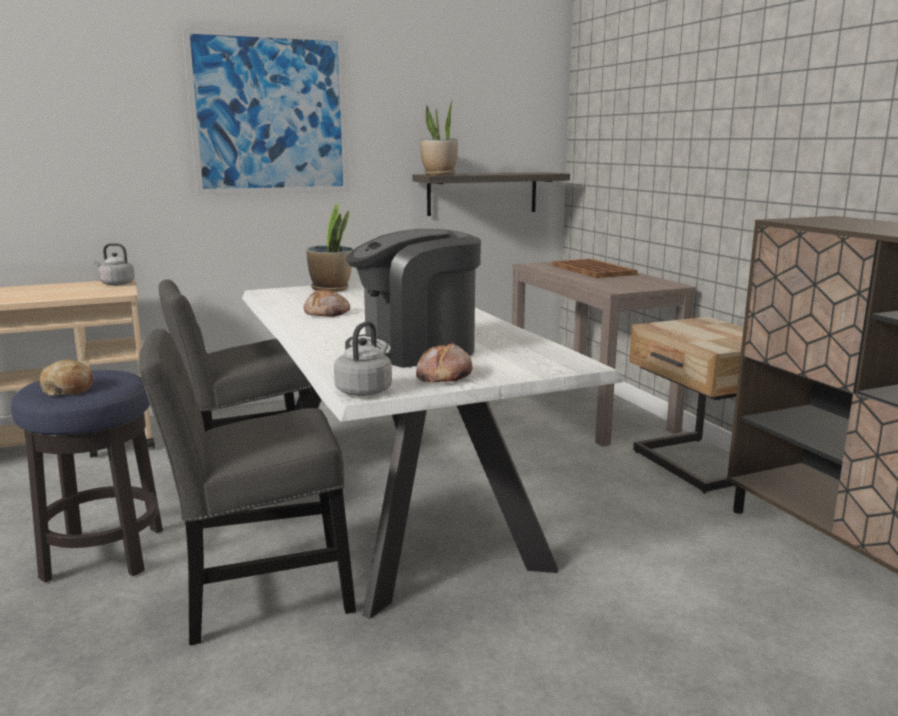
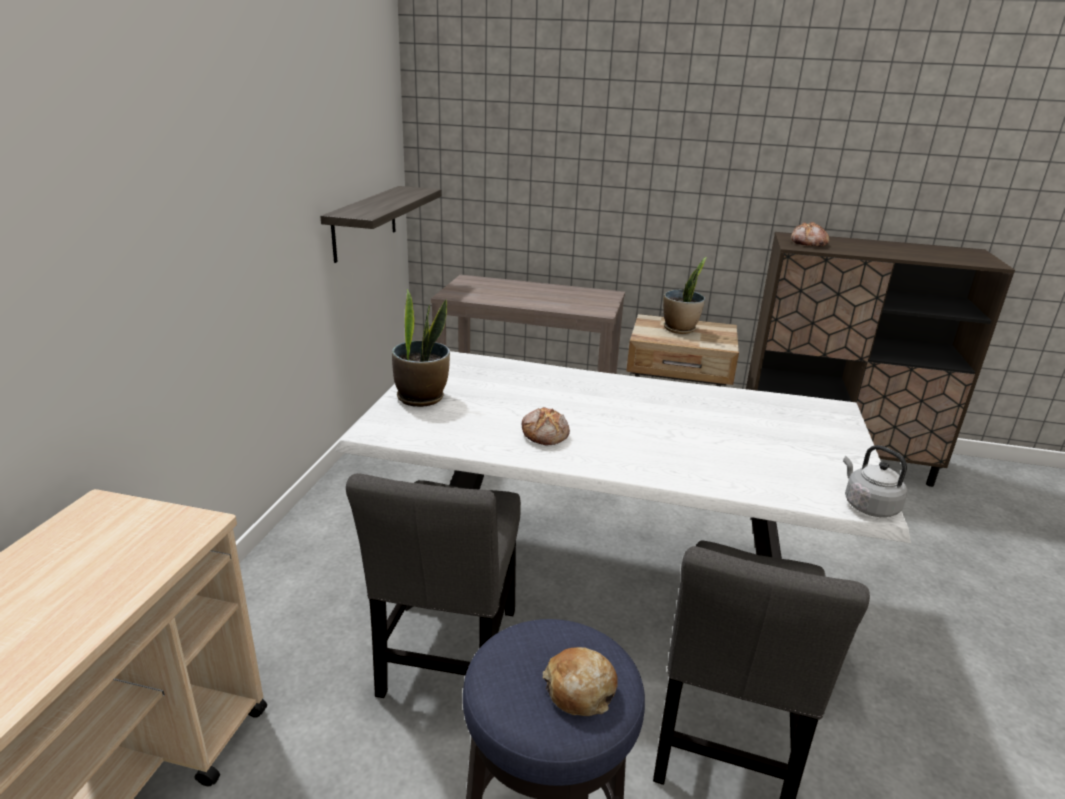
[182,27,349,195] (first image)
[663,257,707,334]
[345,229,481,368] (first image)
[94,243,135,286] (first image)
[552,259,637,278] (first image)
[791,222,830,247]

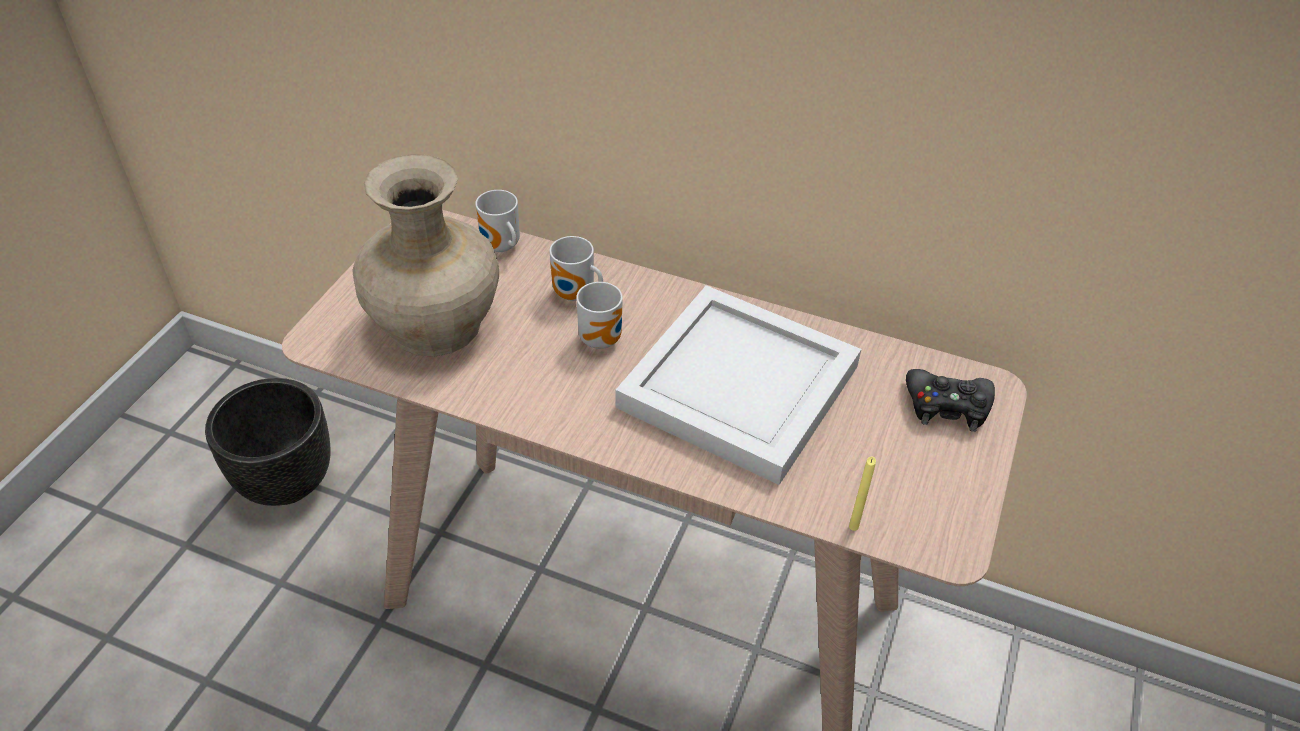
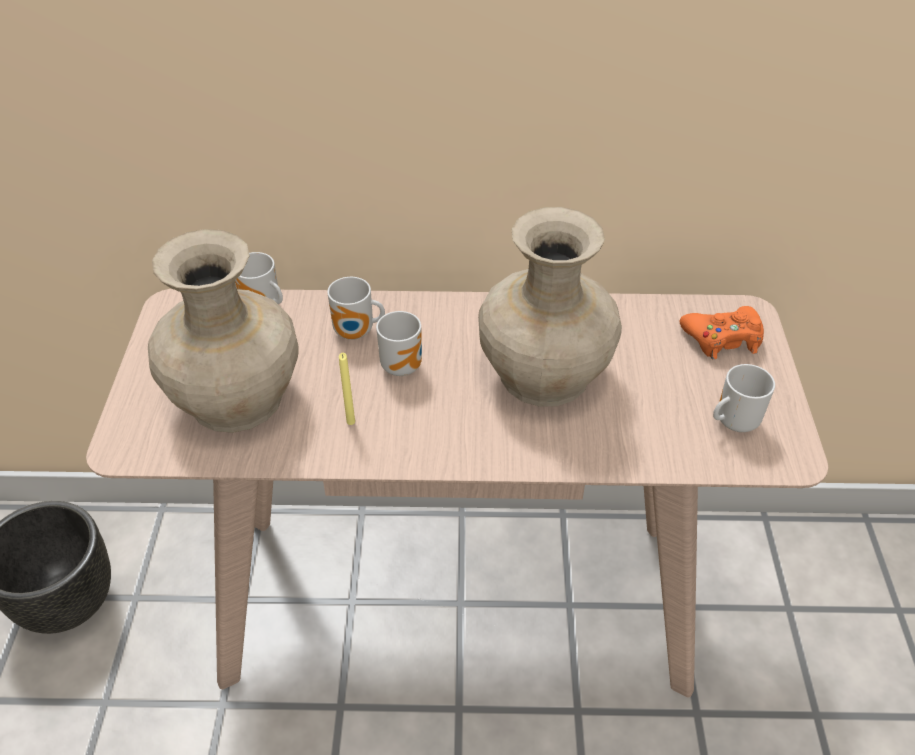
[478,207,622,407]
[680,306,764,359]
[339,353,355,425]
[713,364,775,432]

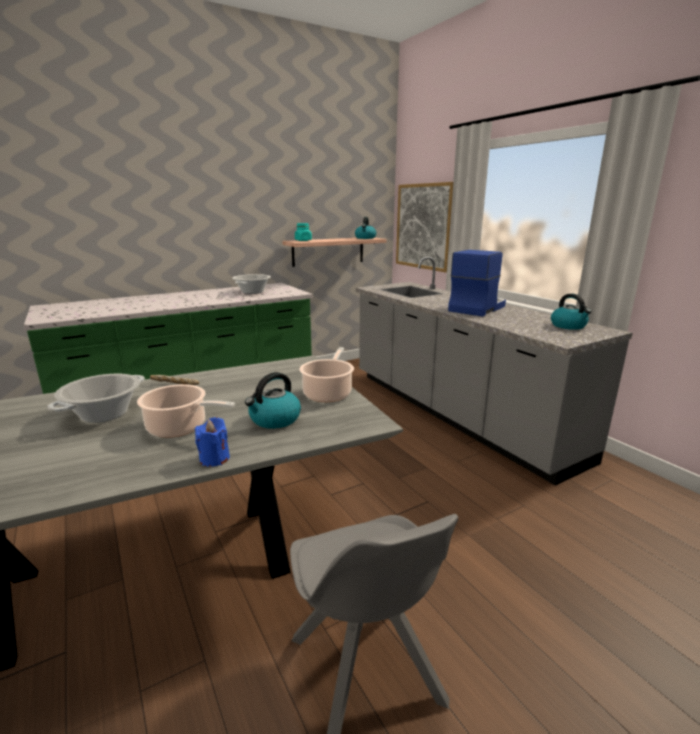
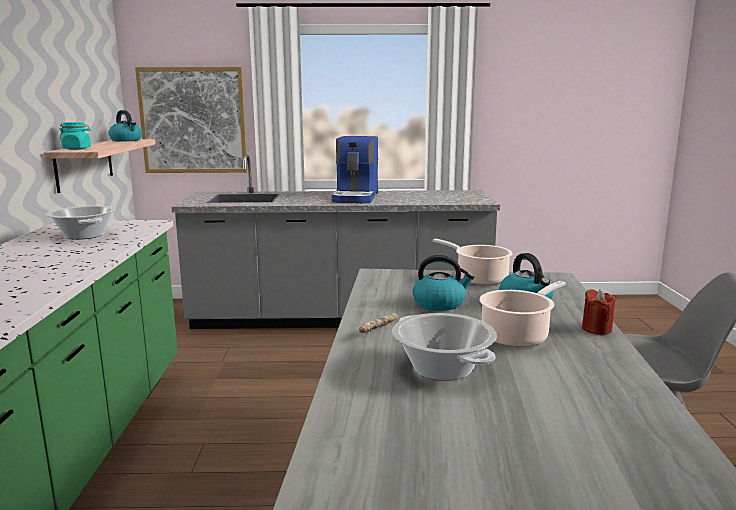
[332,136,379,204]
[413,255,474,311]
[582,289,615,335]

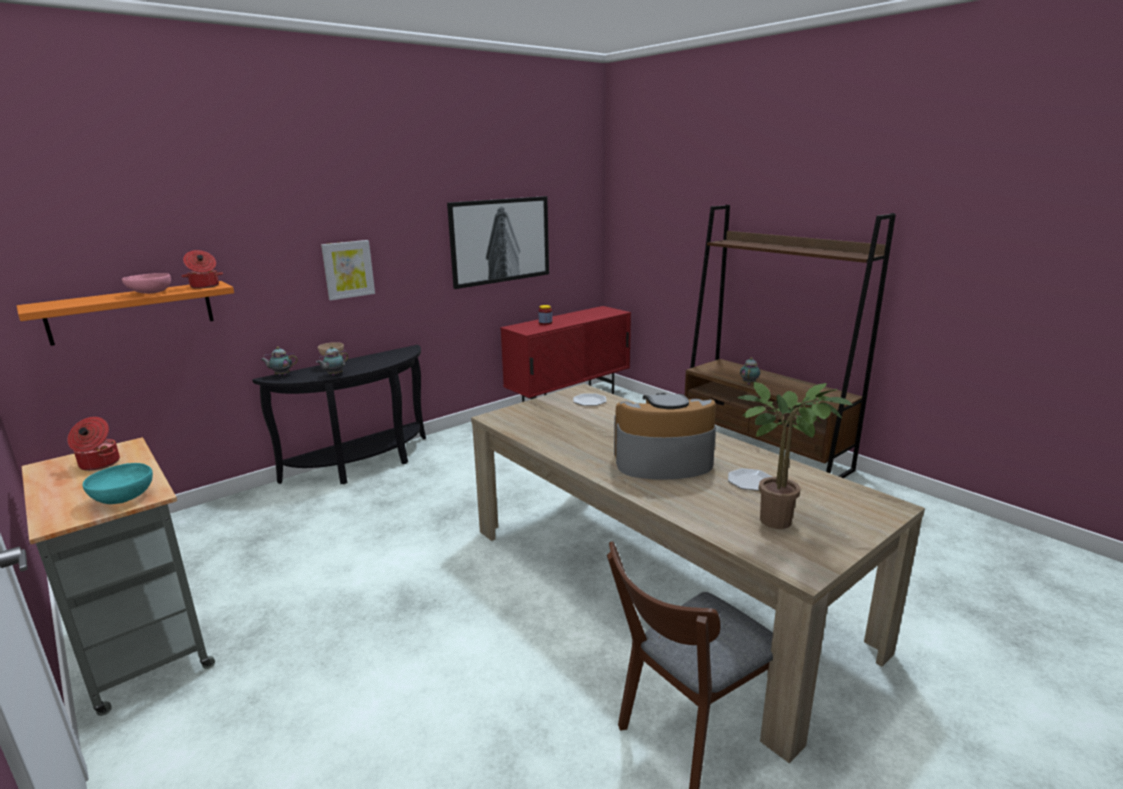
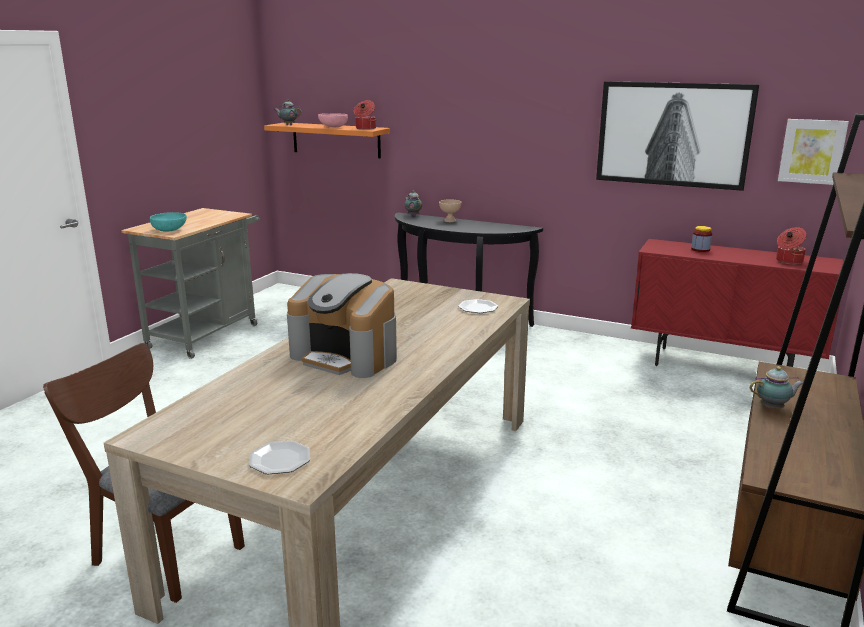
[778,119,849,185]
[274,99,302,125]
[737,382,853,529] (first image)
[287,273,397,378]
[776,227,807,264]
[249,441,310,474]

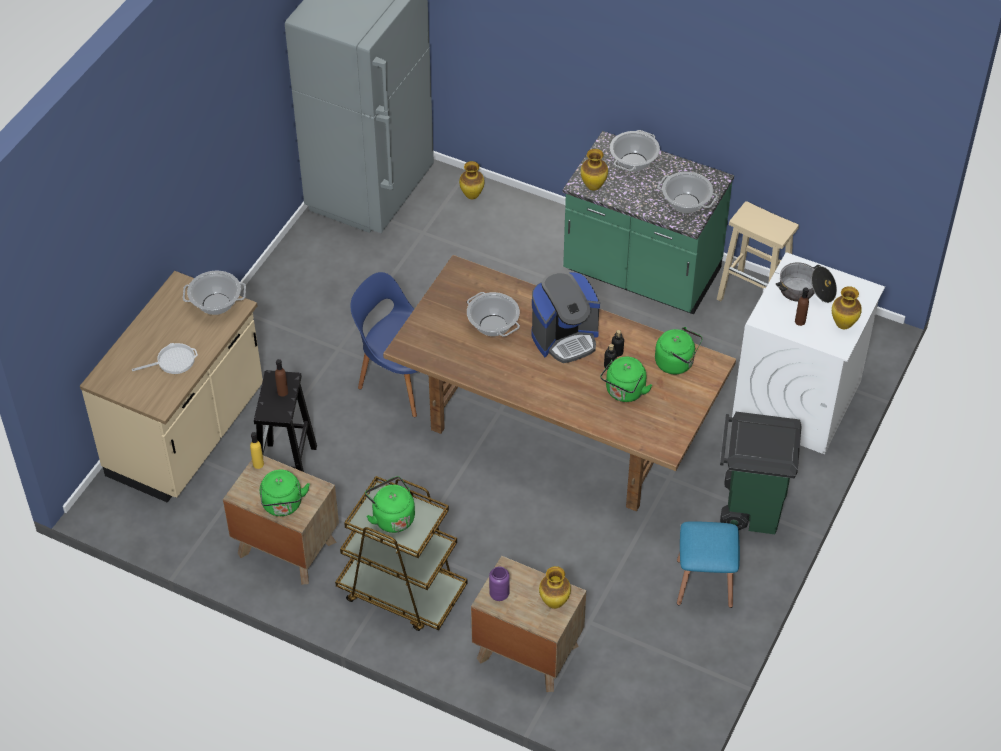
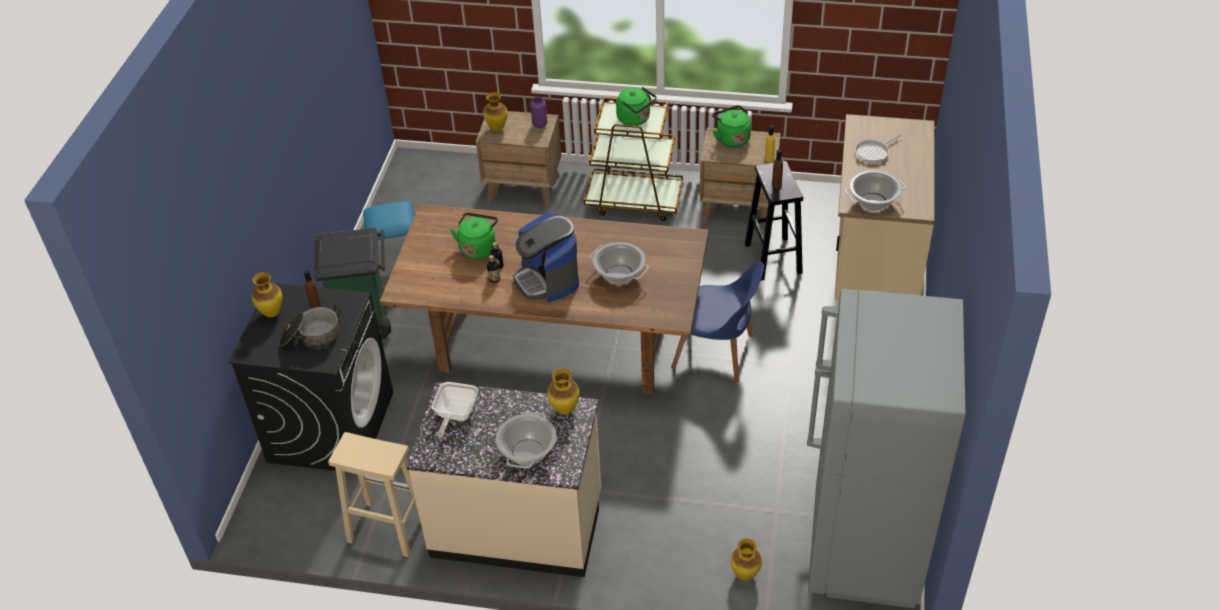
[406,382,601,577]
[432,382,478,439]
[228,283,393,472]
[513,213,579,303]
[655,327,702,374] (first image)

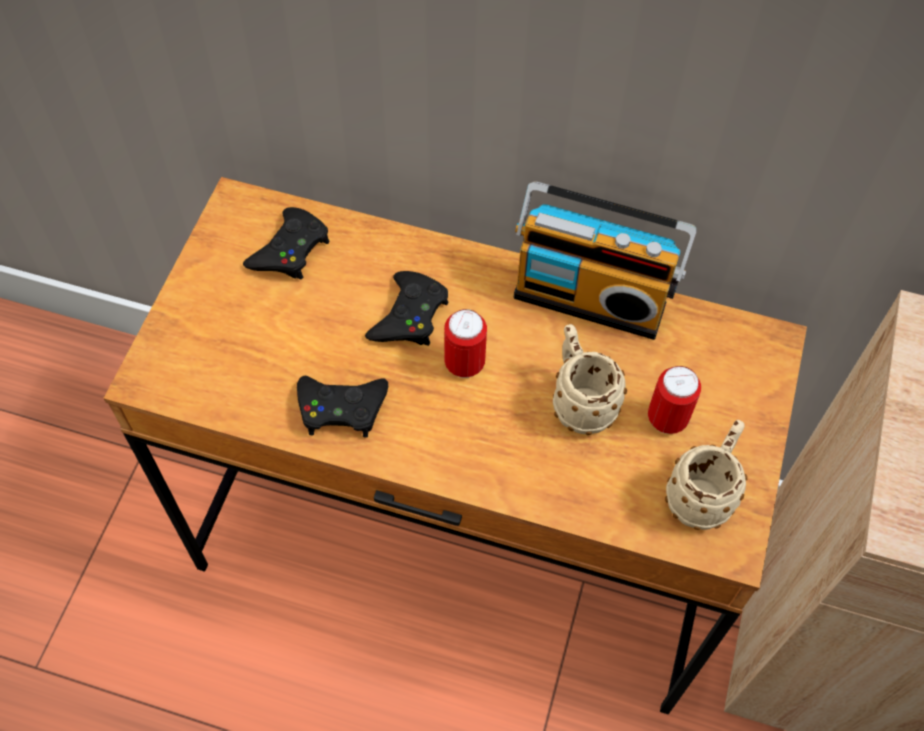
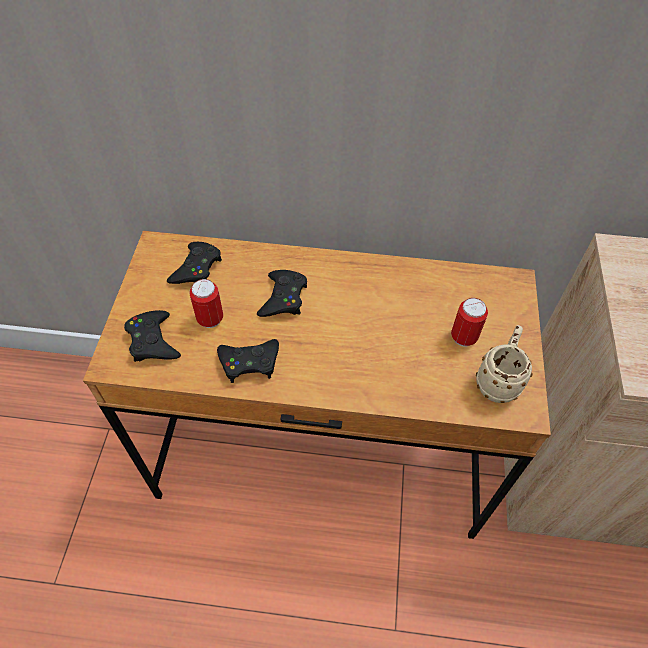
[514,181,697,340] (first image)
[189,279,223,328]
[553,324,627,435] (first image)
[124,310,181,362]

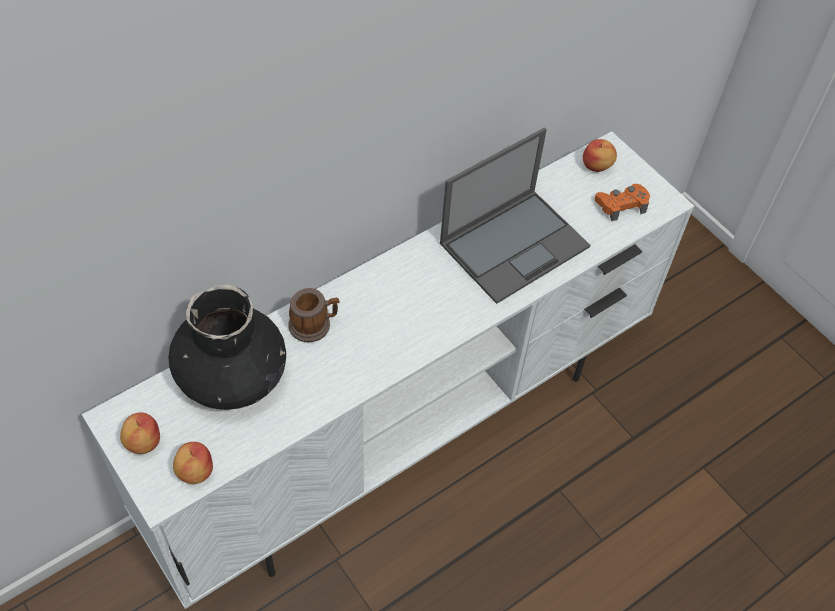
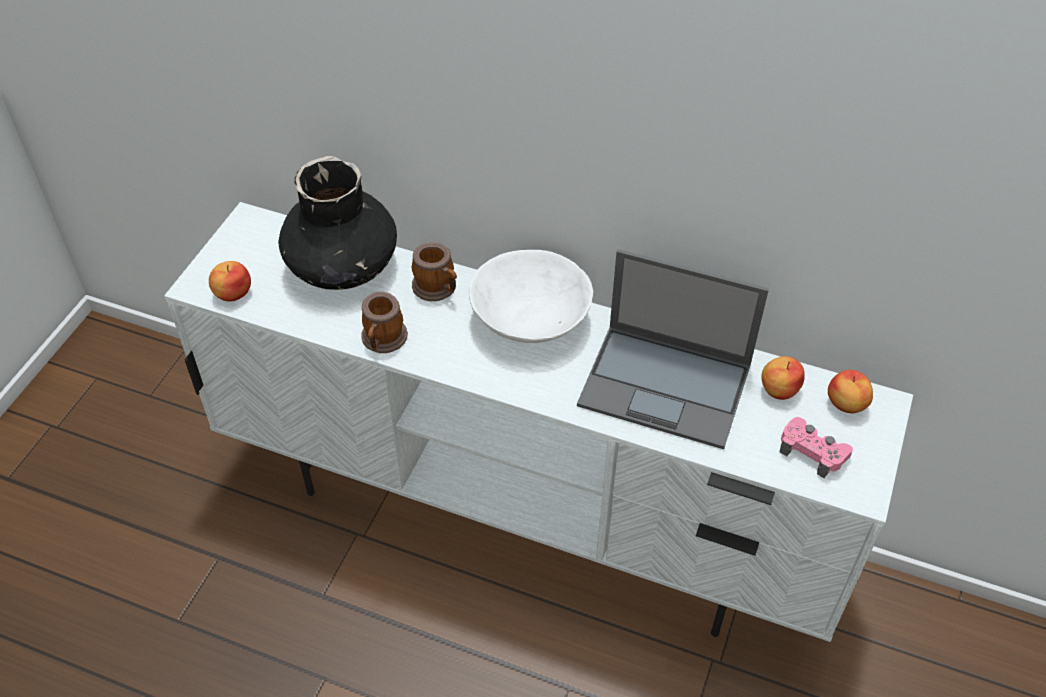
[780,417,853,478]
[761,356,805,400]
[469,250,593,343]
[361,292,408,353]

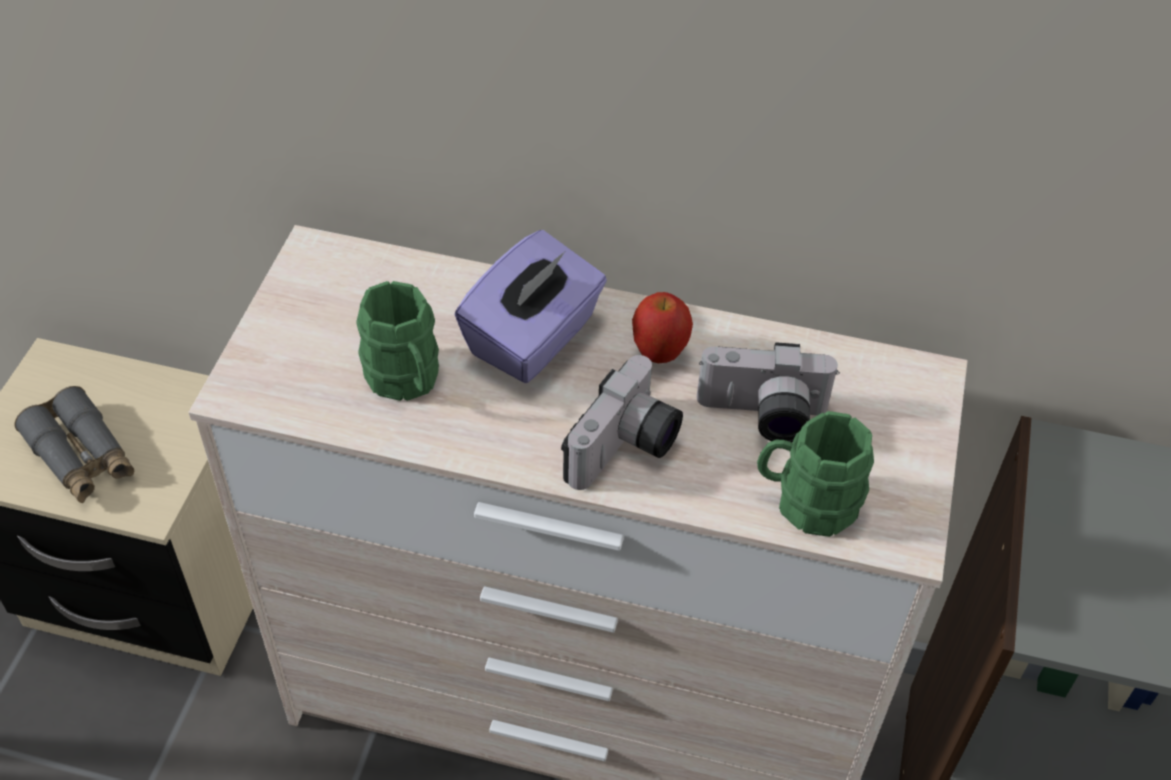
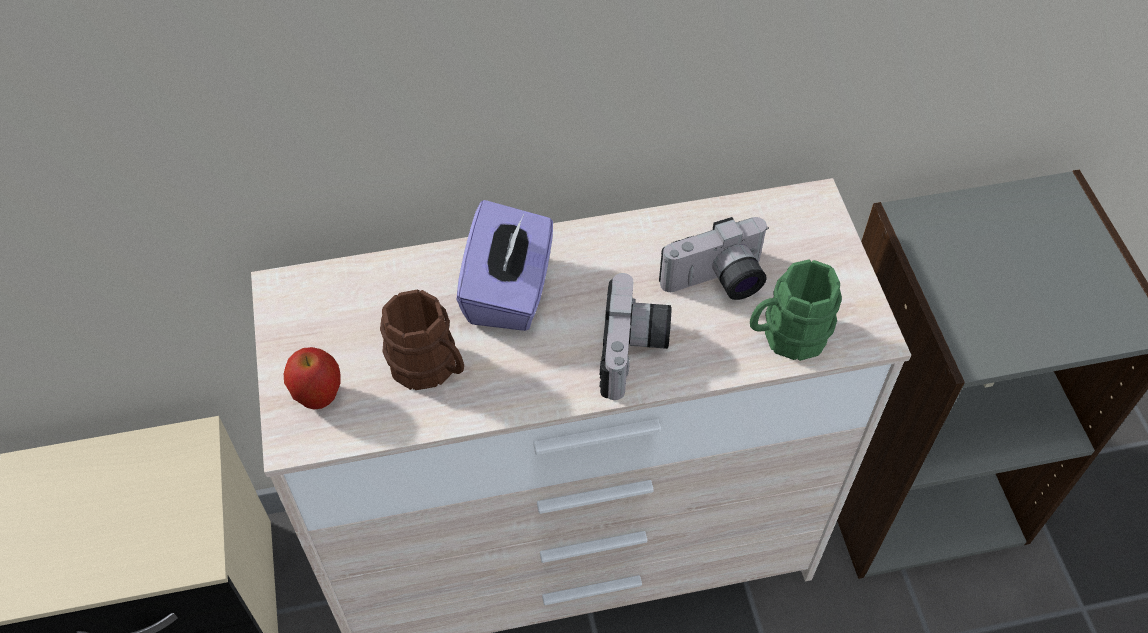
[380,290,464,390]
[284,347,341,409]
[14,386,134,503] (first image)

